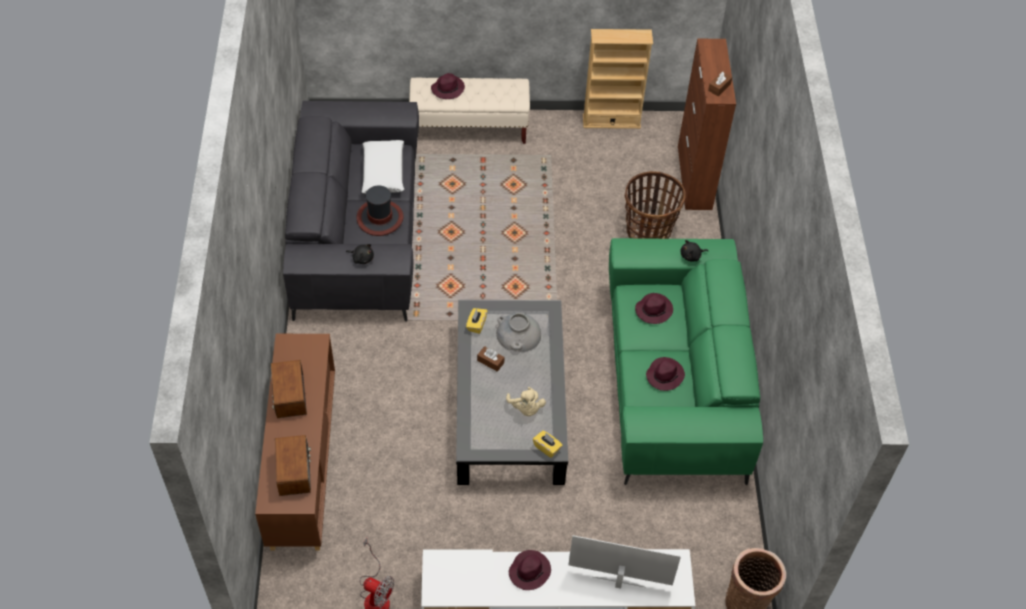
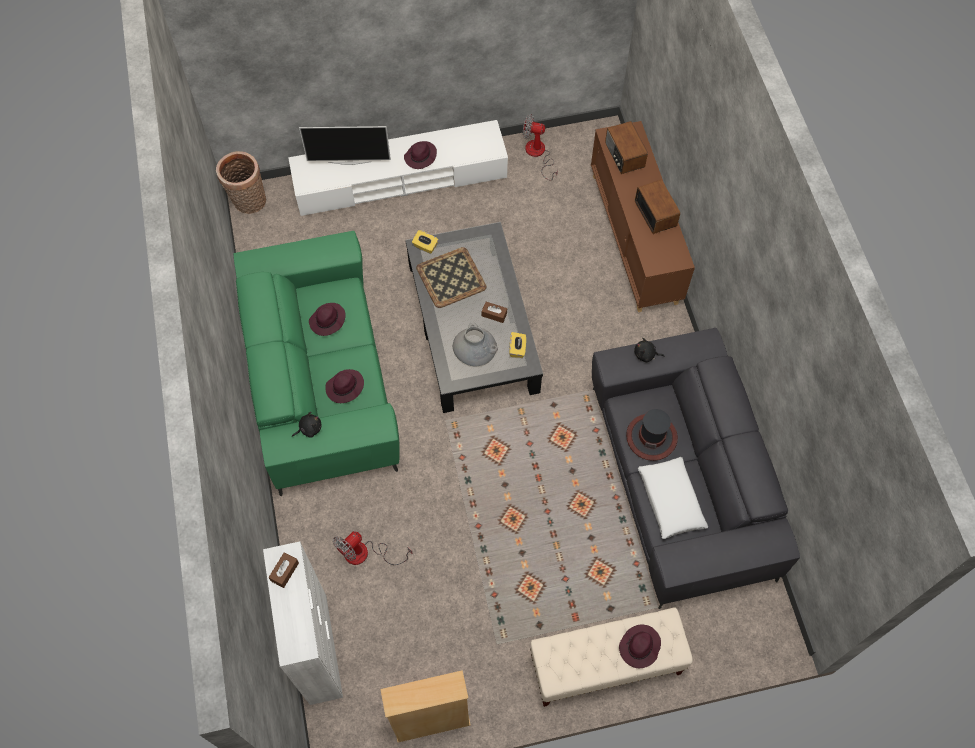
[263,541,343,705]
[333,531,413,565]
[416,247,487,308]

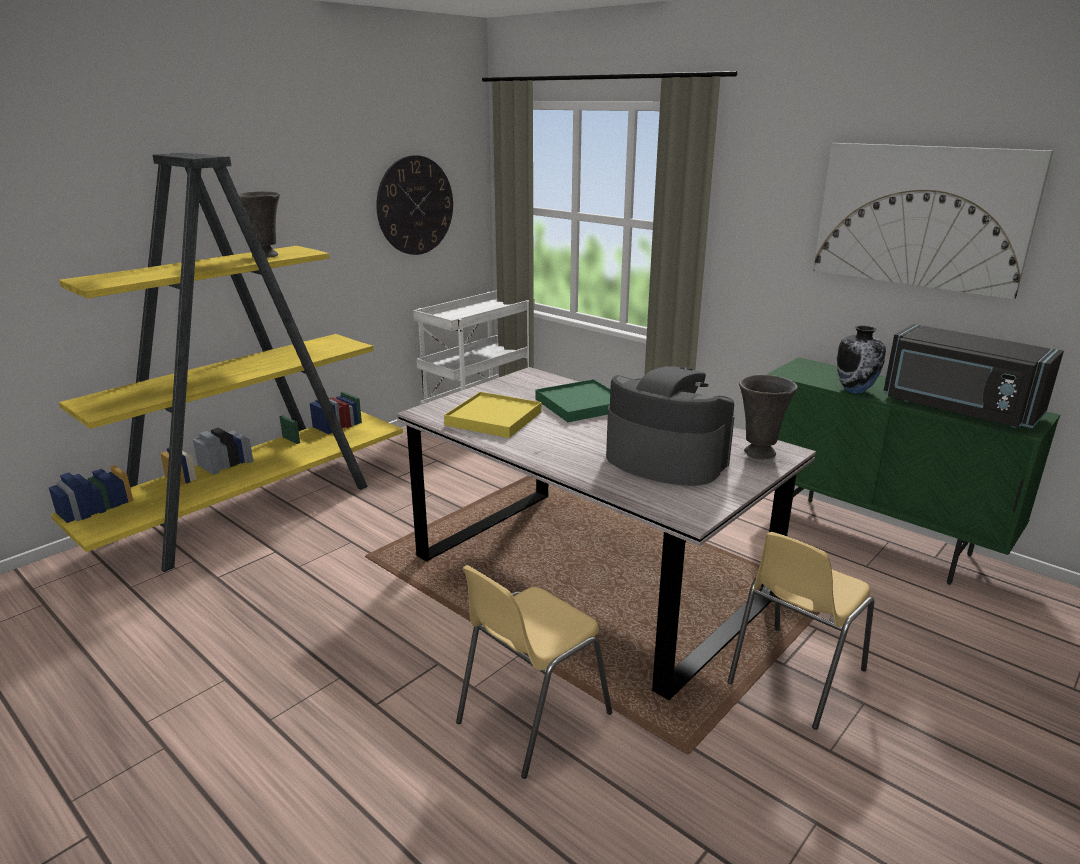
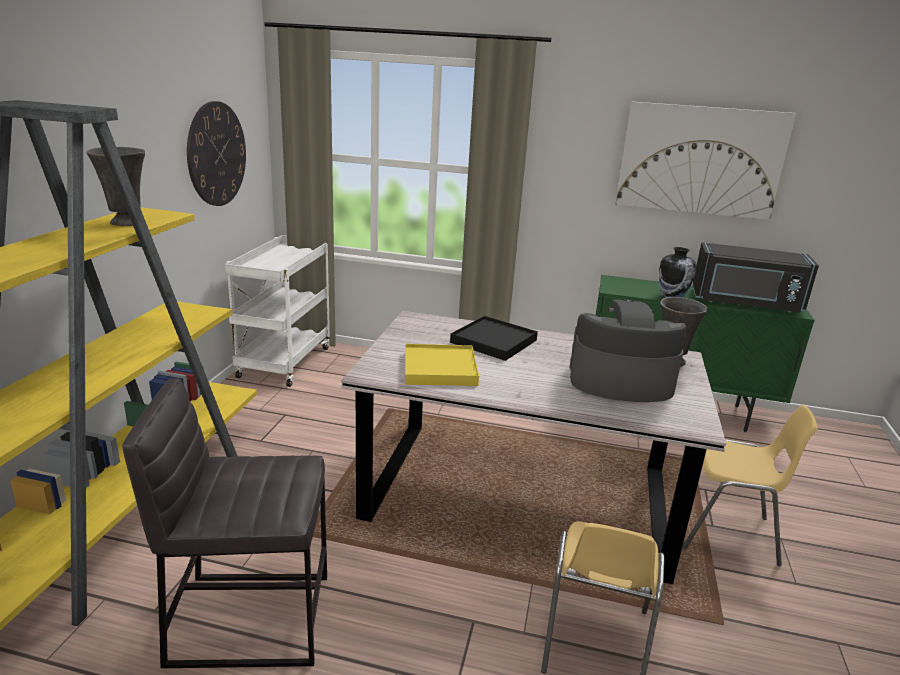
[450,316,538,361]
[682,405,818,566]
[122,378,327,668]

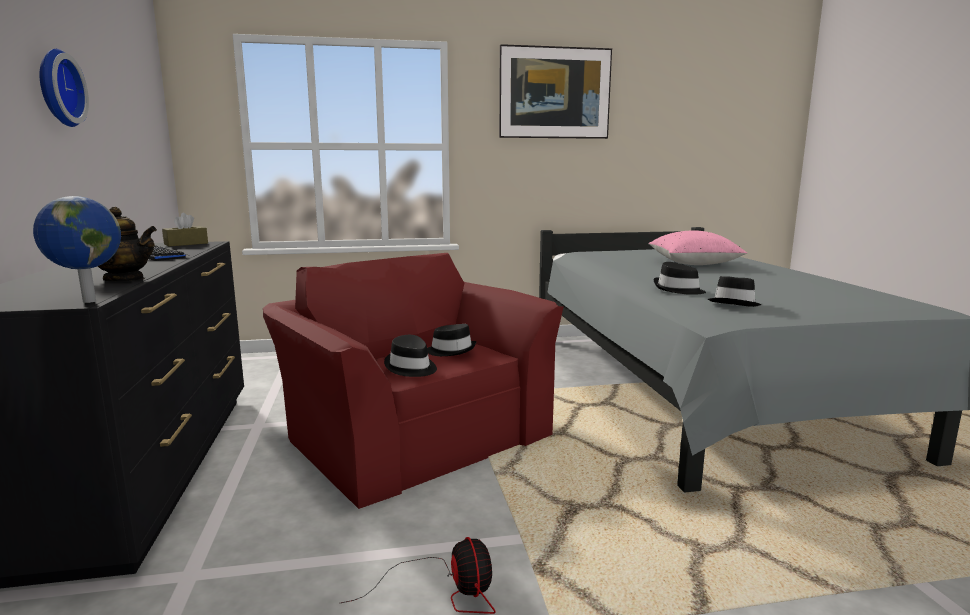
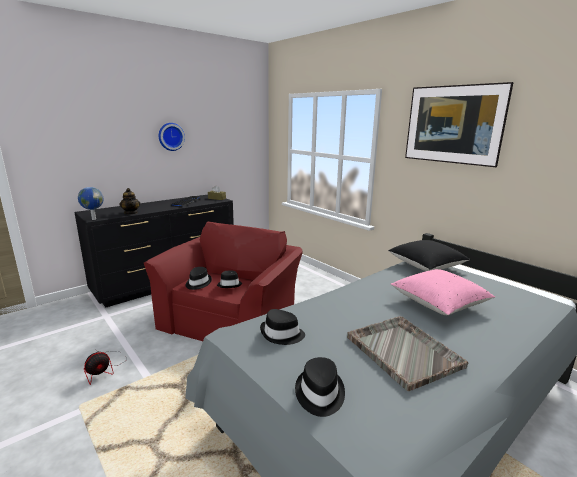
[295,357,345,417]
[388,240,470,271]
[347,316,468,391]

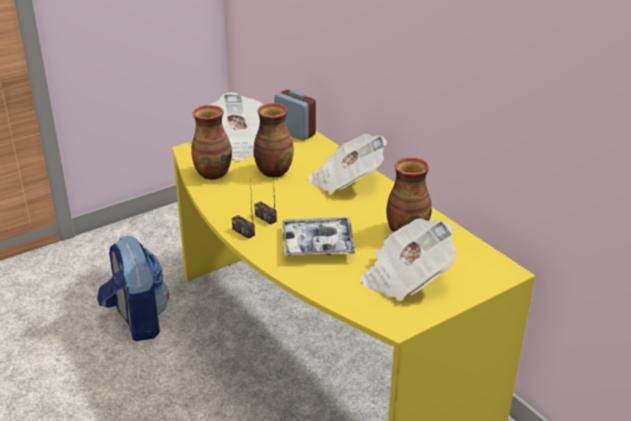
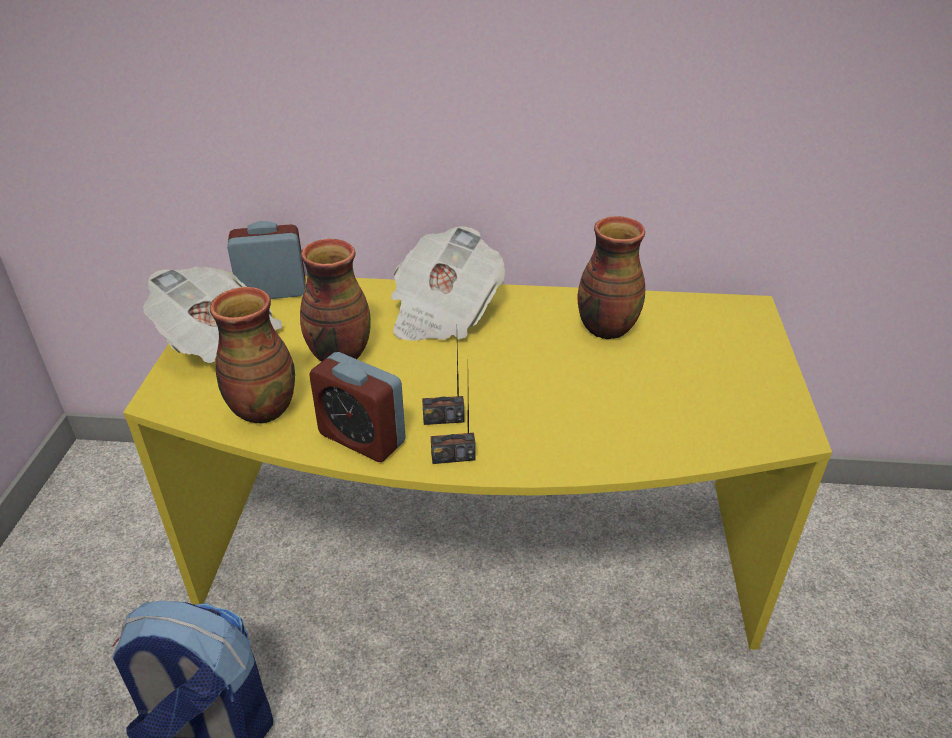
[282,217,355,256] (first image)
[360,218,457,301] (first image)
[309,352,406,462]

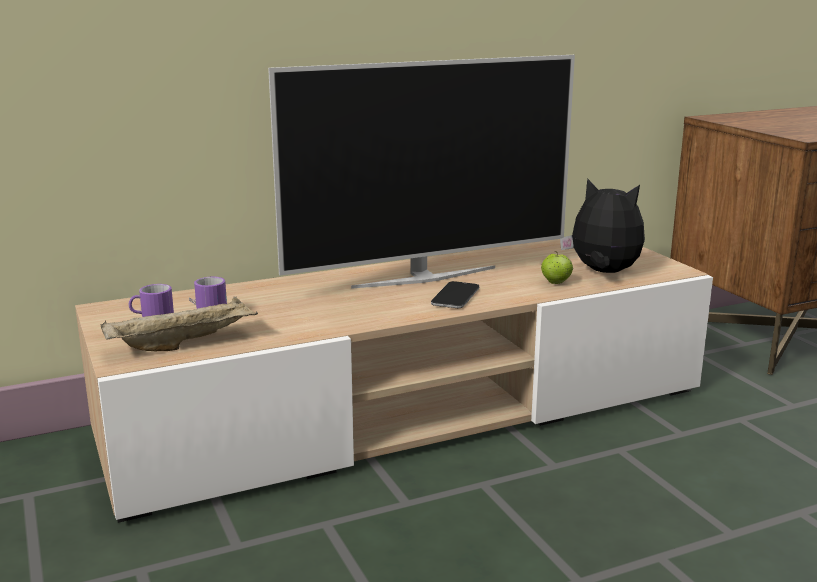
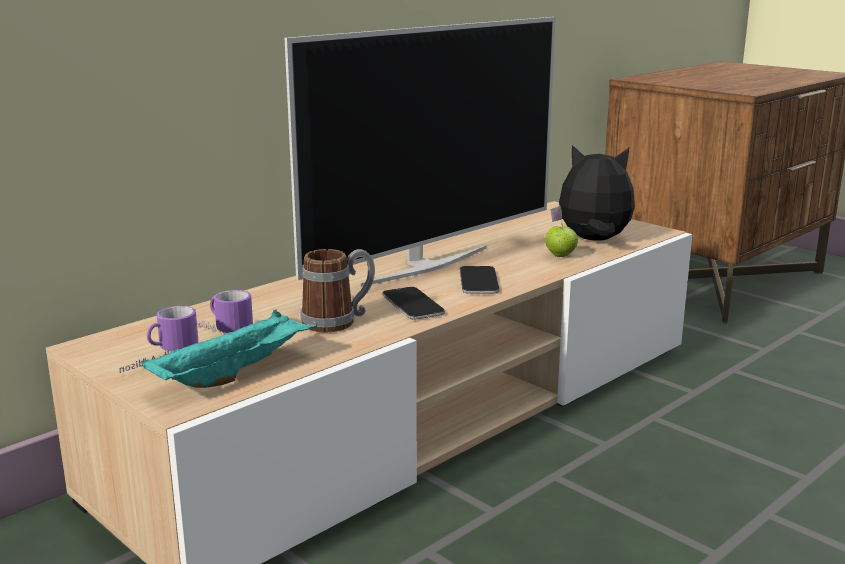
[142,309,317,388]
[301,249,375,333]
[382,287,445,319]

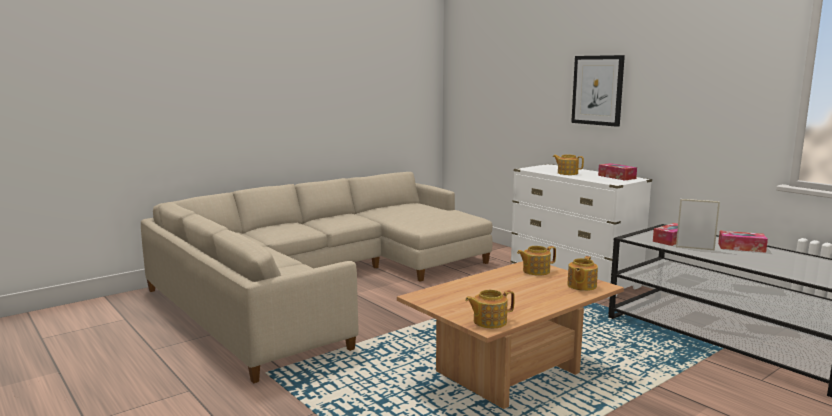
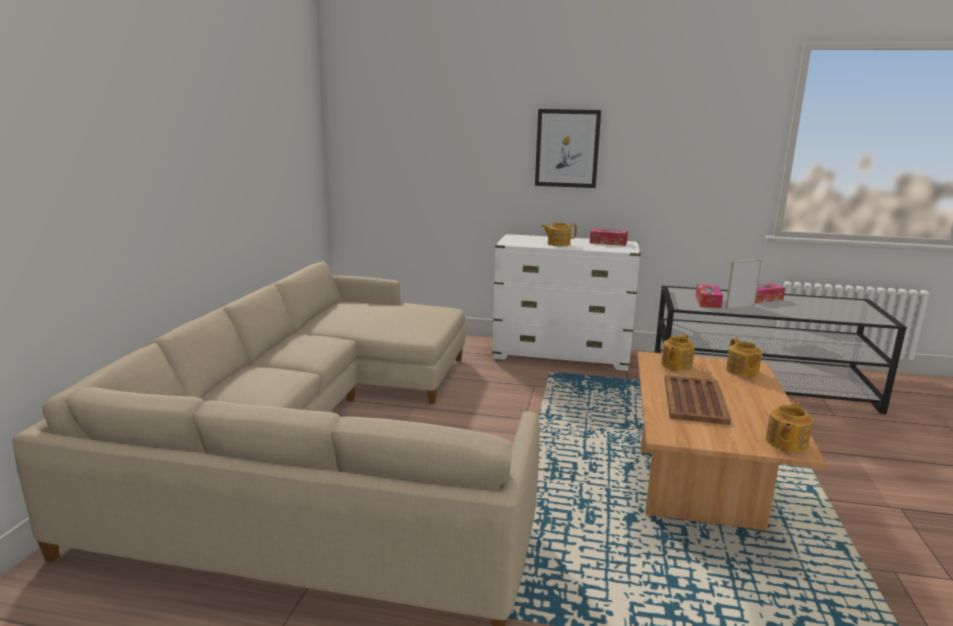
[665,375,731,425]

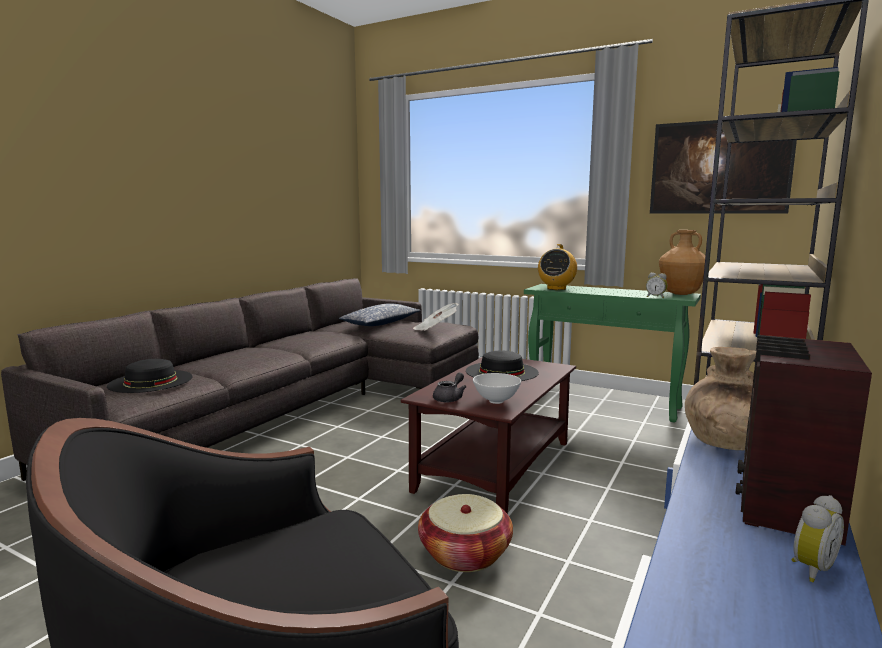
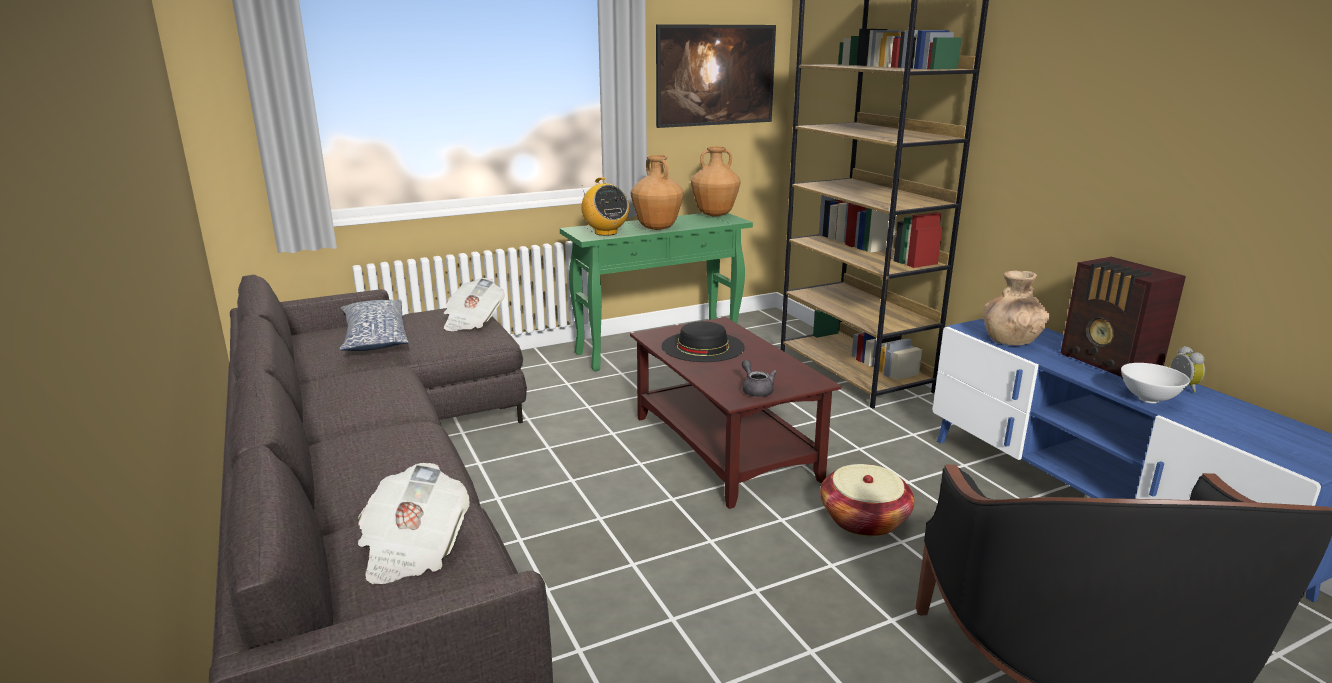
[646,273,667,298] (first image)
[358,463,470,584]
[1121,363,1190,403]
[631,155,684,230]

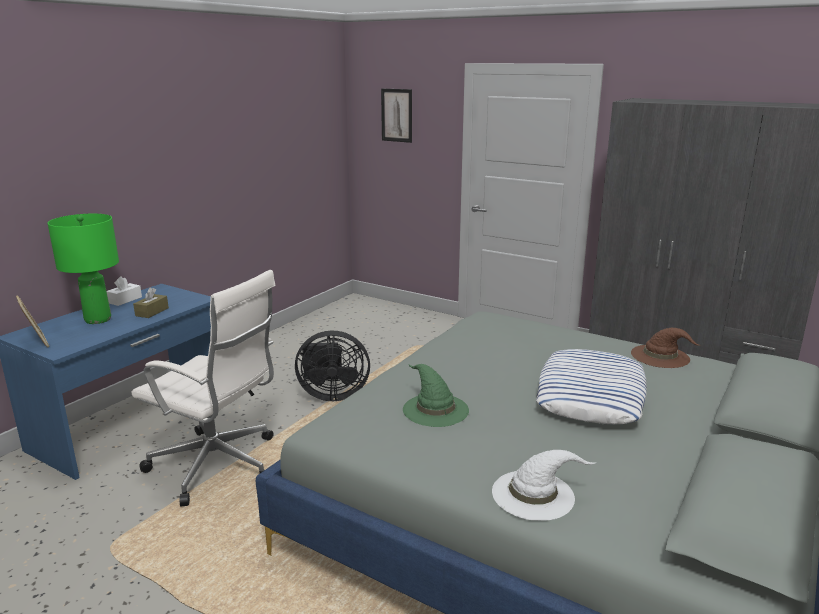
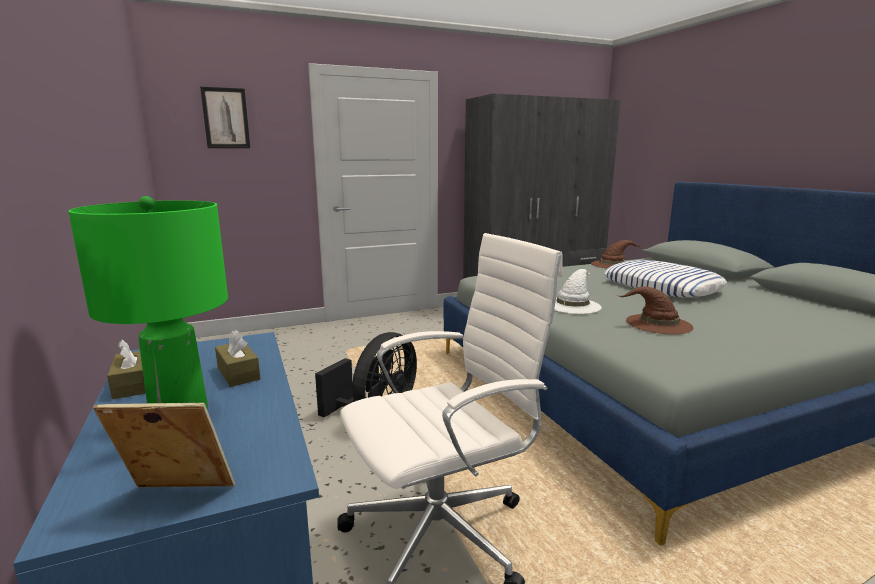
[107,340,146,399]
[617,286,693,334]
[554,269,602,314]

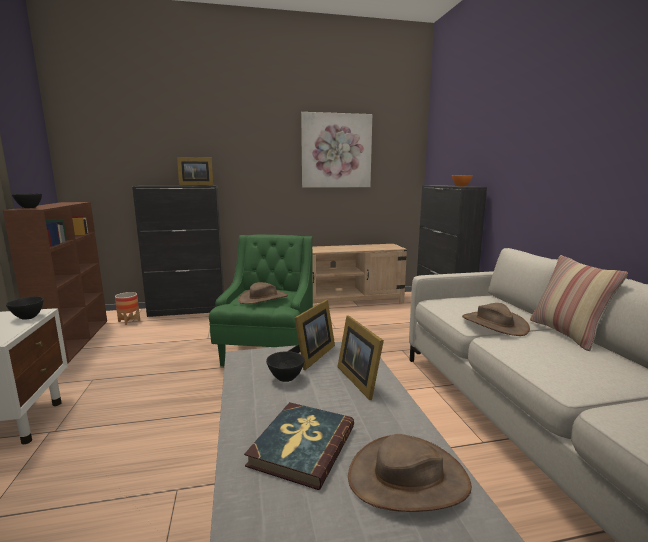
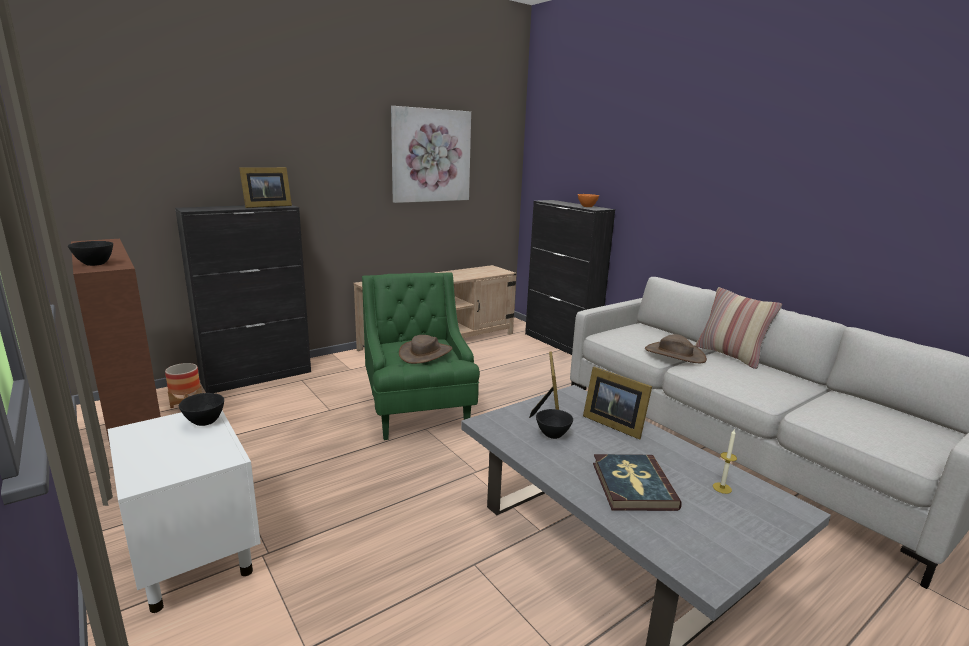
[713,430,737,494]

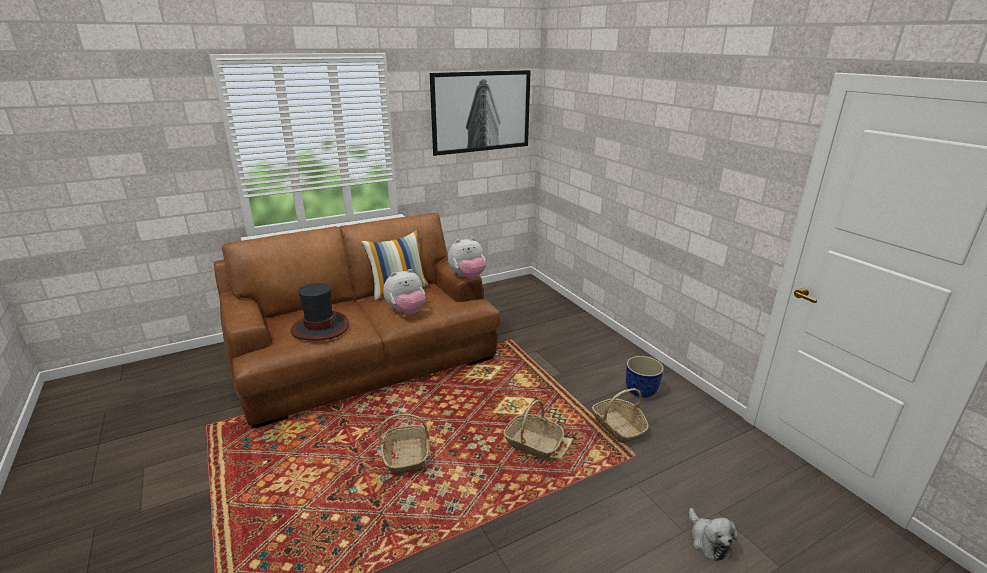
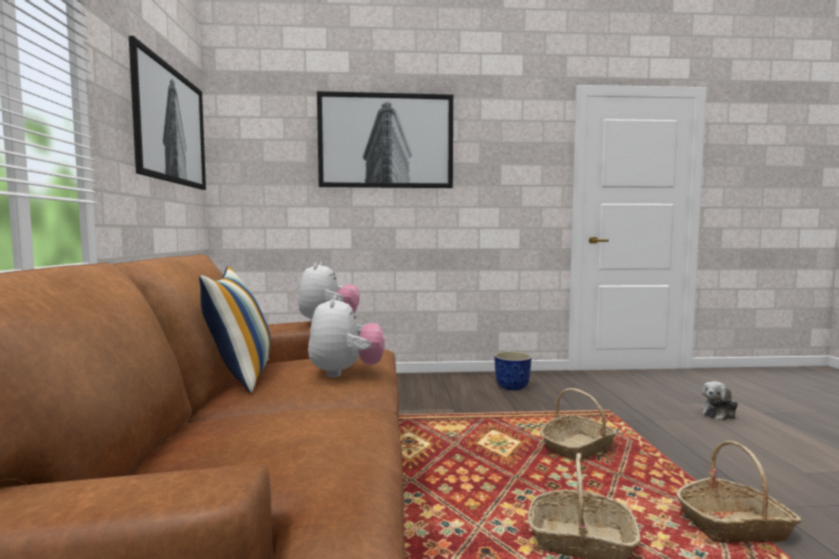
[291,283,350,341] (first image)
[677,440,802,543]
[701,381,738,420]
[317,91,453,188]

